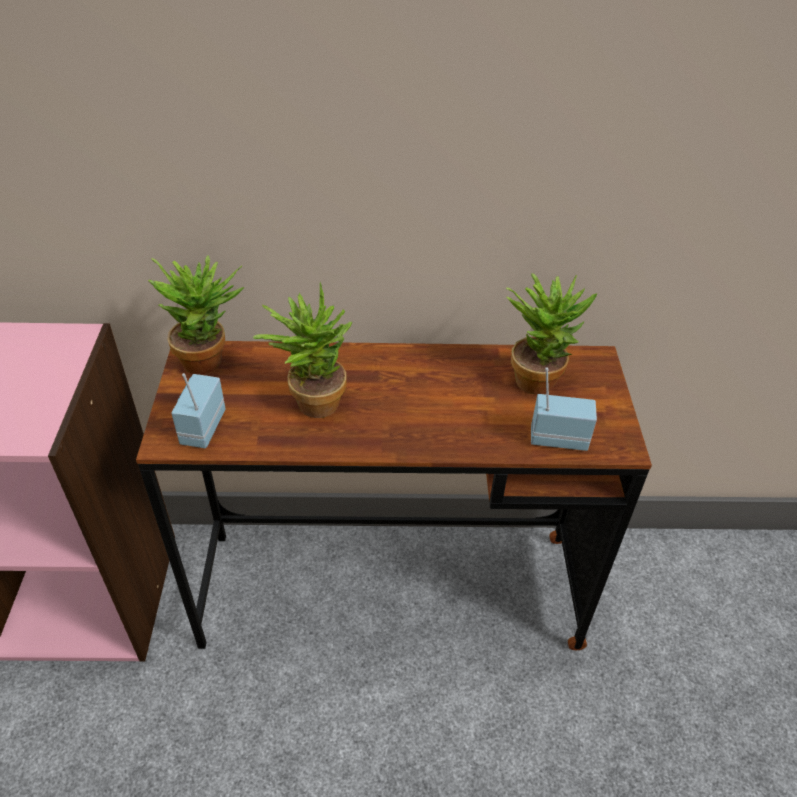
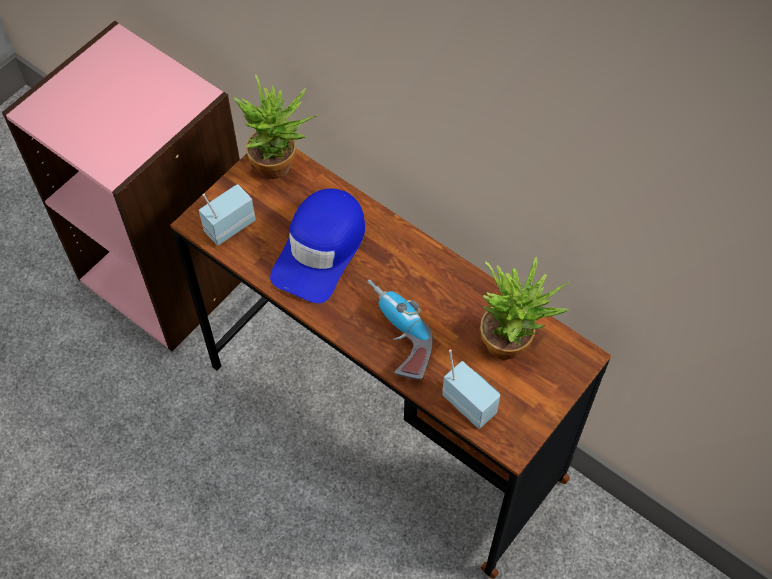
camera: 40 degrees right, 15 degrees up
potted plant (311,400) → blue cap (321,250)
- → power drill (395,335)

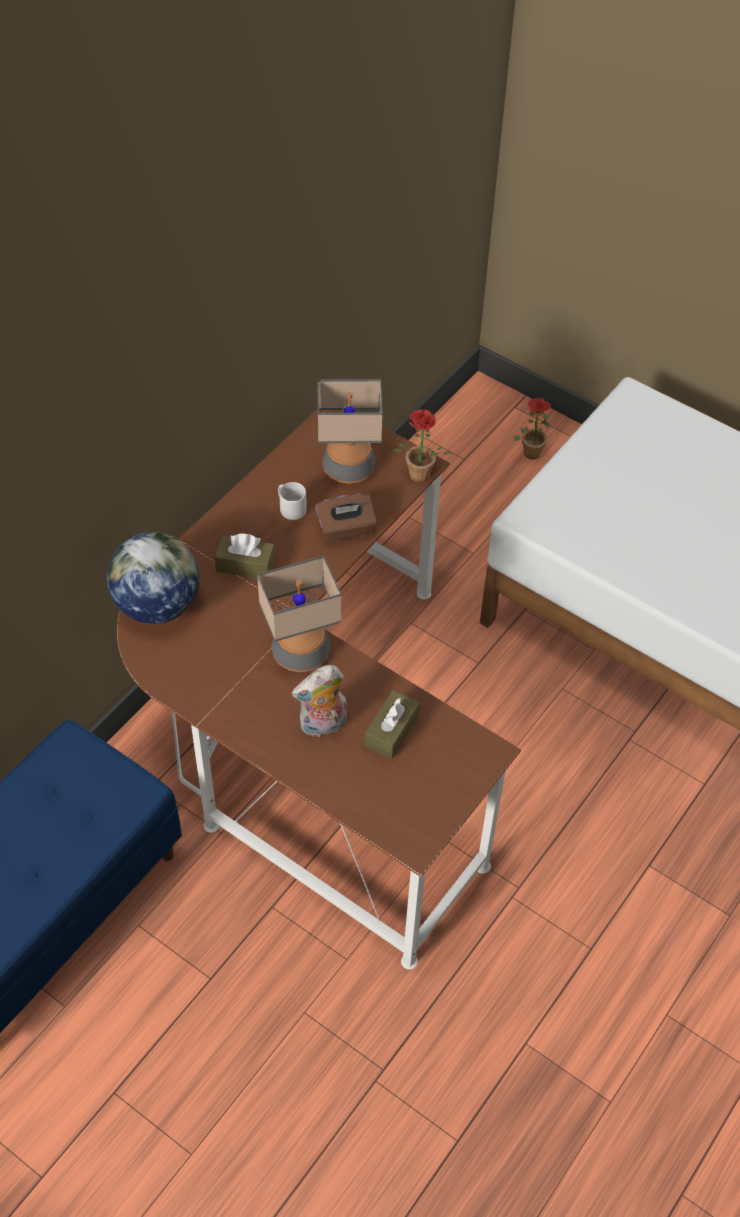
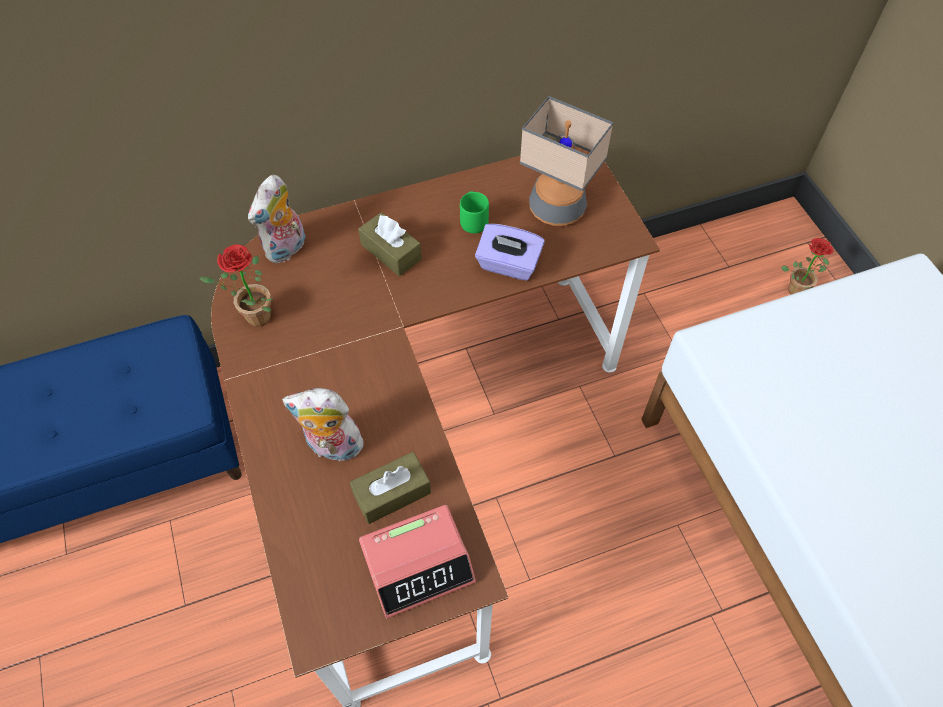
camera: 35 degrees right, 5 degrees up
potted plant (416,478) → potted plant (253,319), moved
globe (157,605) → plush toy (287,249)
- → alarm clock (418,564)
grey mug (290,508) → green mug (473,220)
brown tissue box (346,530) → purple tissue box (508,265)
table lamp (301,651) → -

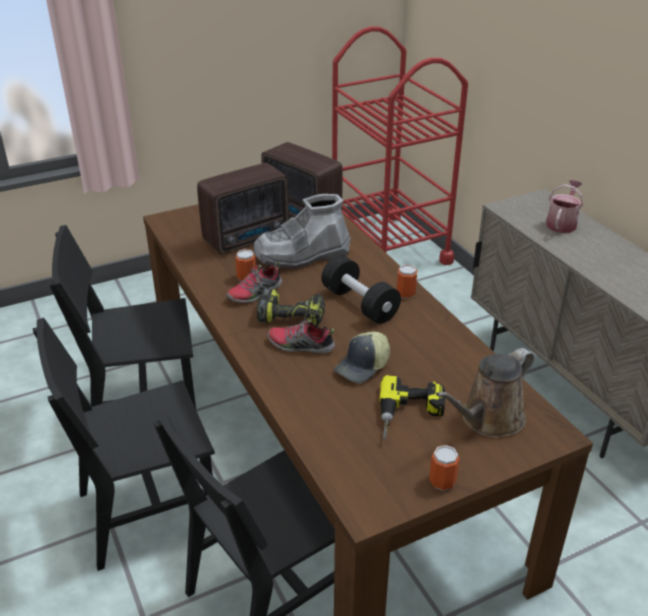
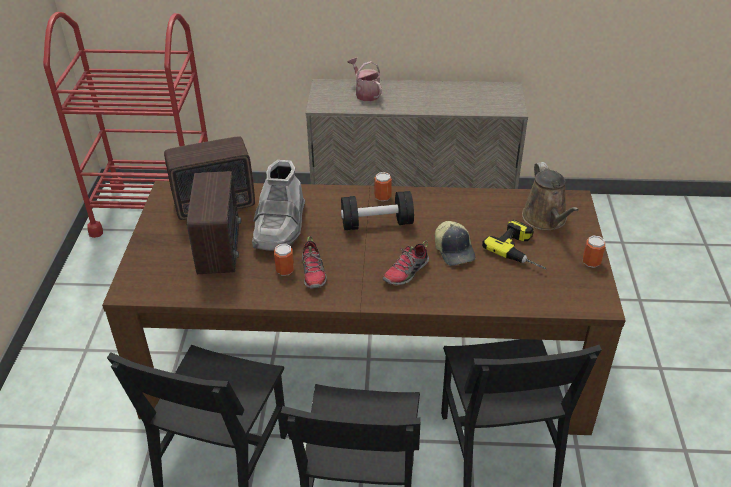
camera: 60 degrees left, 5 degrees up
power drill (293,316) → -

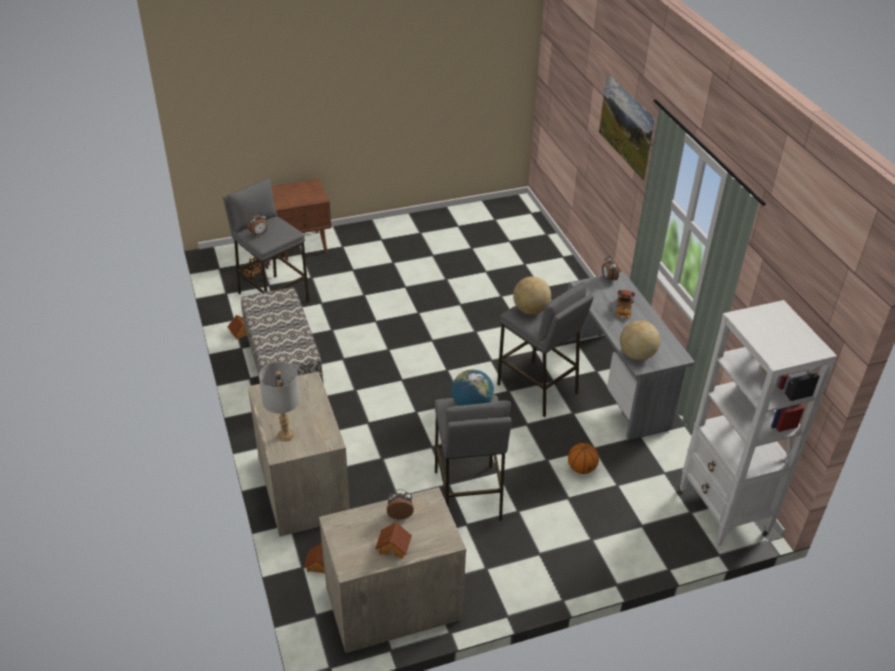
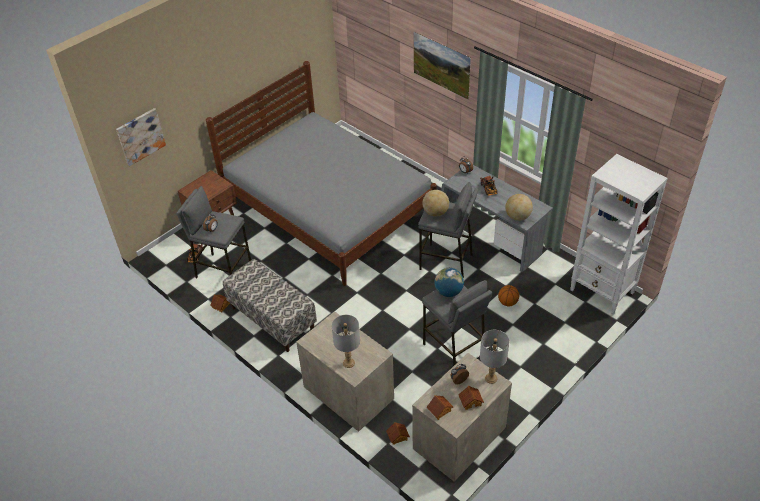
camera: 25 degrees left, 5 degrees up
- → picture (140,136)
- → grey bed (328,209)
- → toy house (439,410)
- → grey table lamp (491,378)

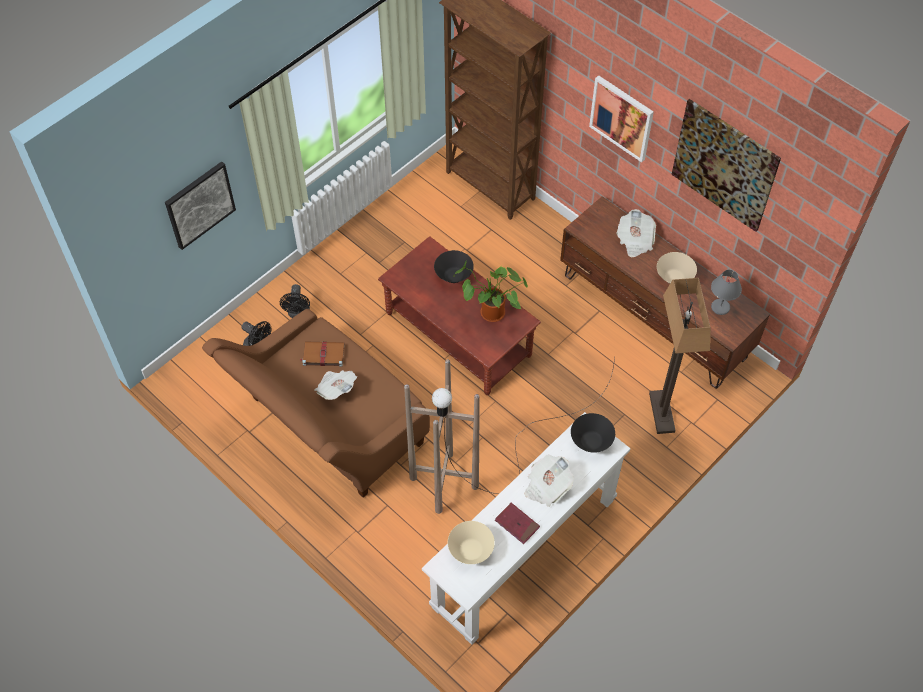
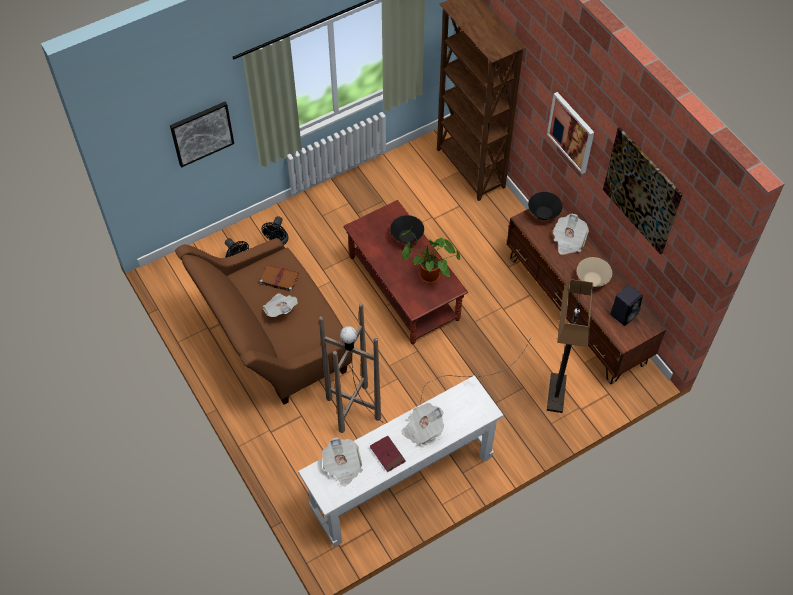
camera: 15 degrees right, 0 degrees up
beige bowl (471,550) → newspaper (342,466)
black bowl (591,441) → black bowl (543,213), moved
grey table lamp (720,307) → black speaker (624,313)

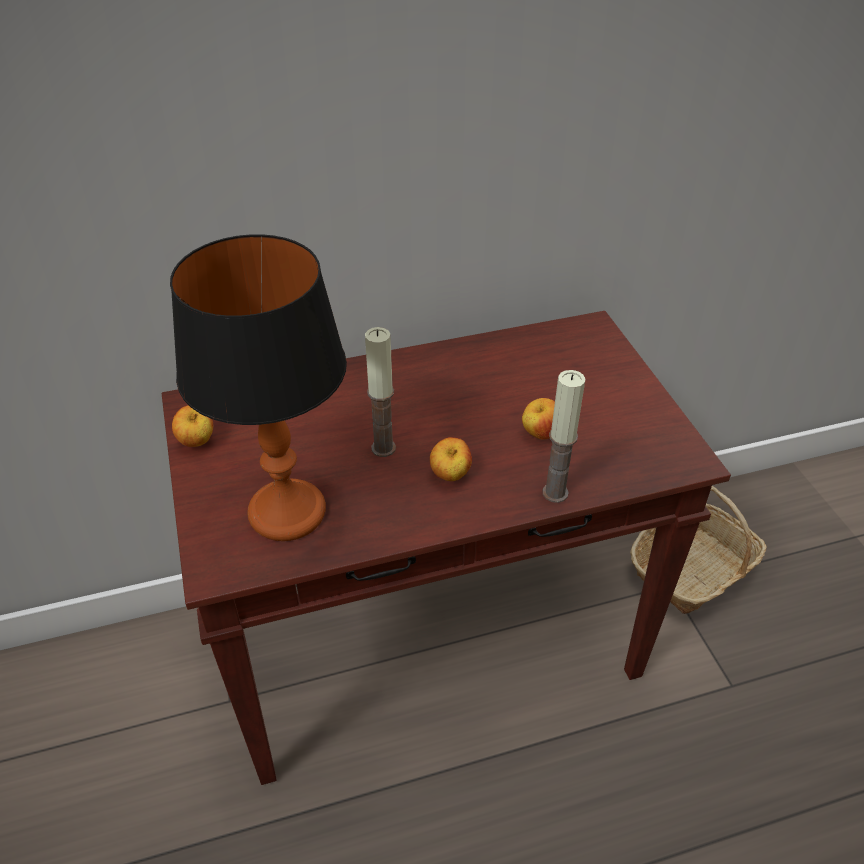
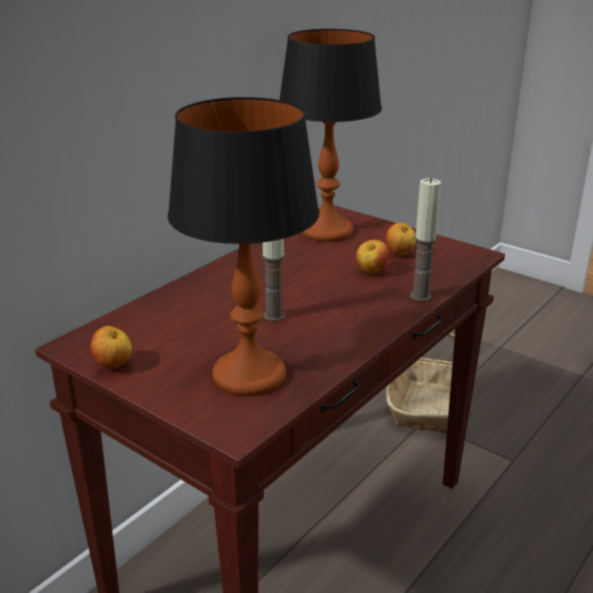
camera: 35 degrees left, 15 degrees down
- → table lamp (328,231)
apple (450,476) → apple (400,254), moved

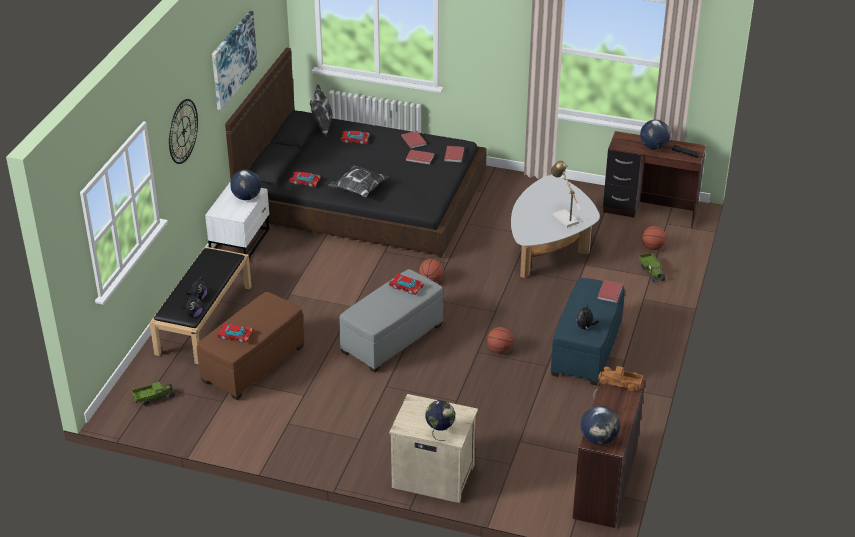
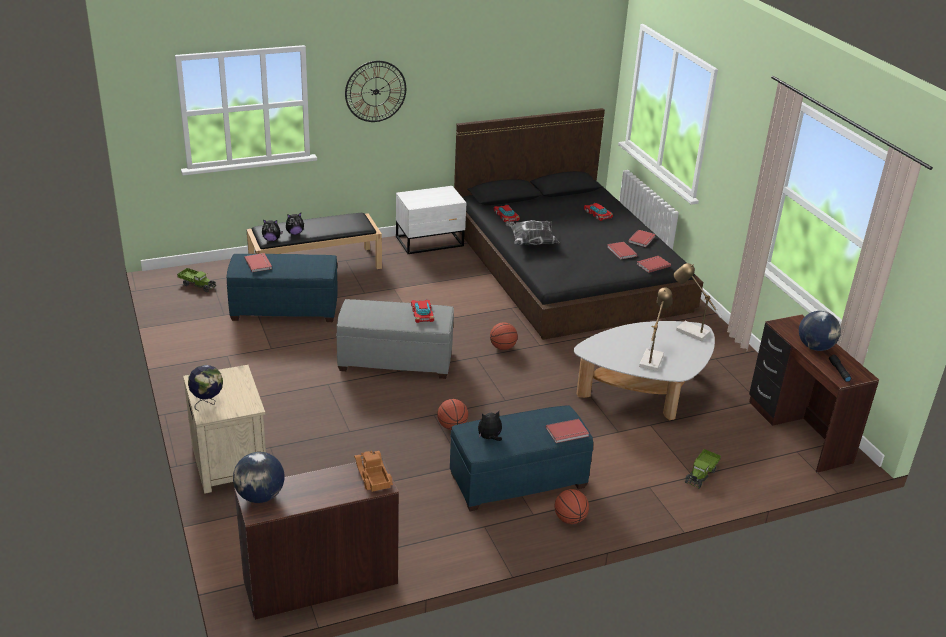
camera: 50 degrees right, 5 degrees down
brown ottoman (253,364) → blue ottoman (285,309)
toy car (235,336) → red book (259,263)
basketball (652,247) → basketball (570,519), moved
- → table lamp (688,330)
picture (233,59) → -
globe (246,197) → -
pillow (322,127) → -

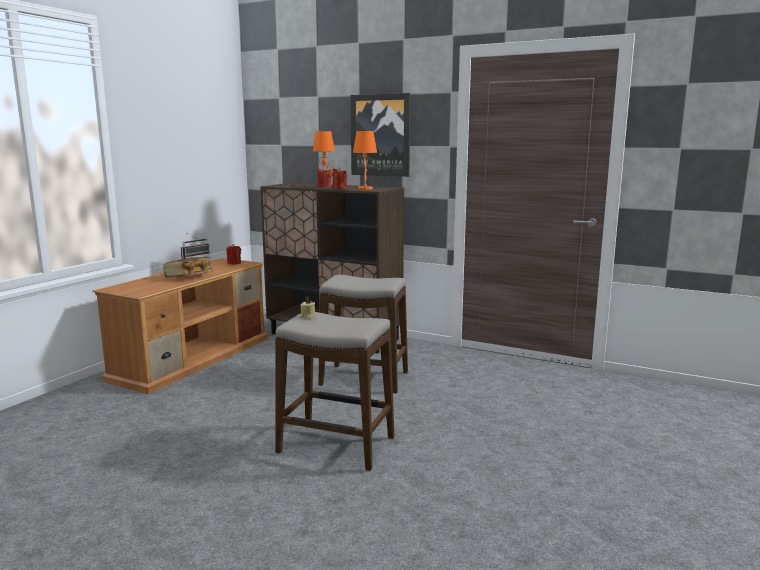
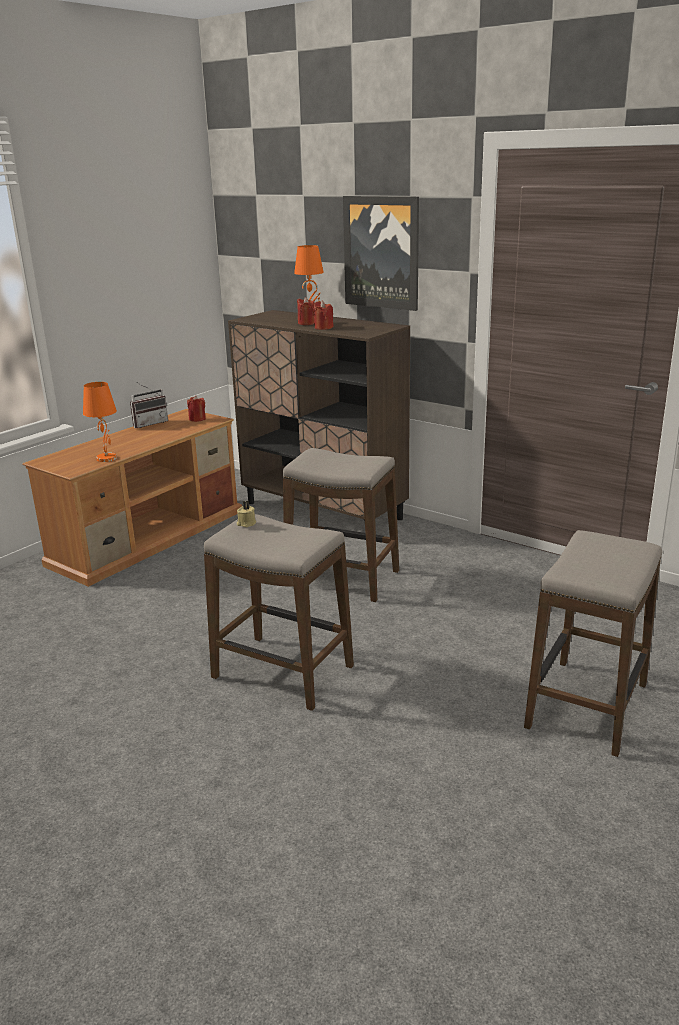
camera: 10 degrees right, 10 degrees up
orange table lamp (364,189) → orange table lamp (106,458), moved
- → stool (587,706)
book (188,277) → -

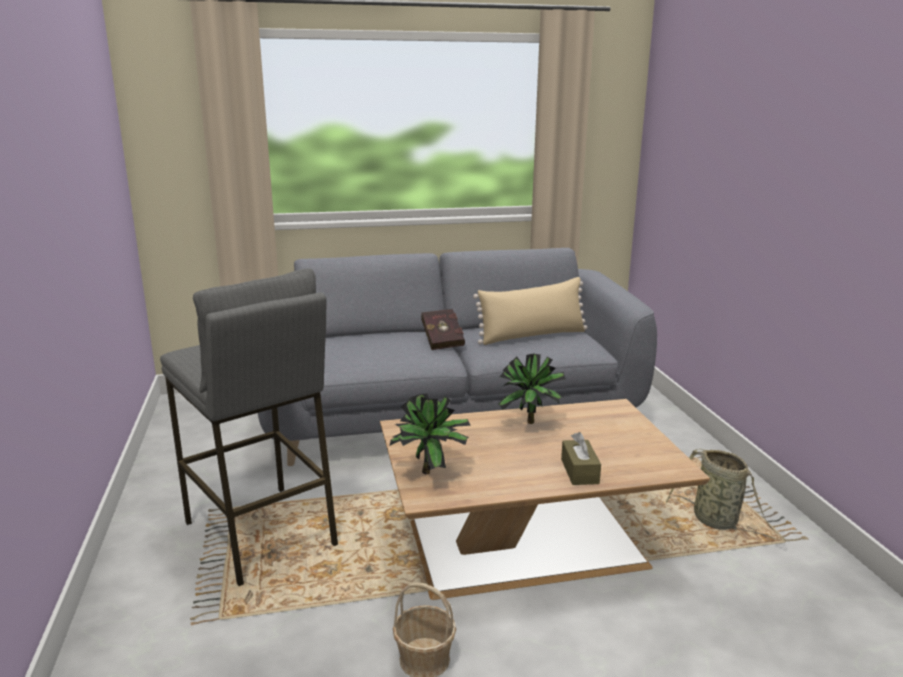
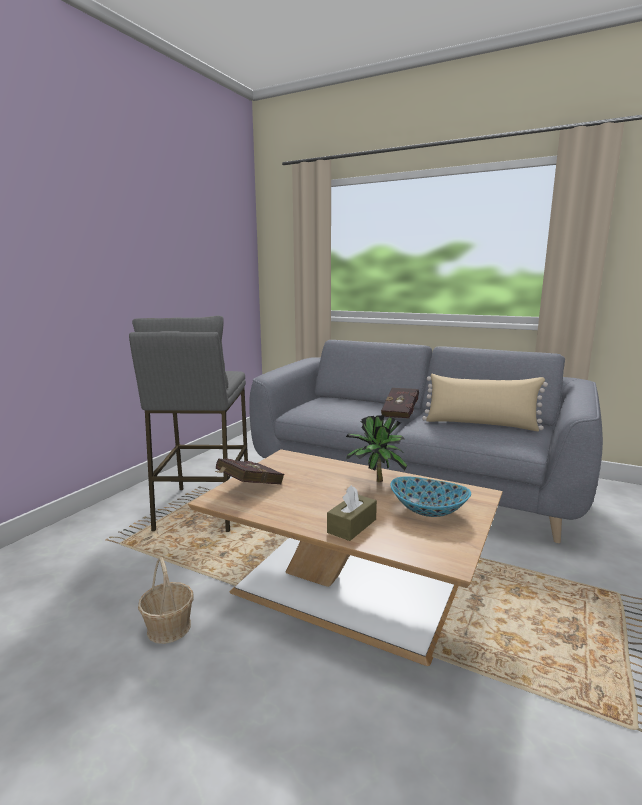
camera: 40 degrees right, 5 degrees down
potted plant (432,473) → red book (248,487)
- → bowl (428,510)
basket (718,522) → -

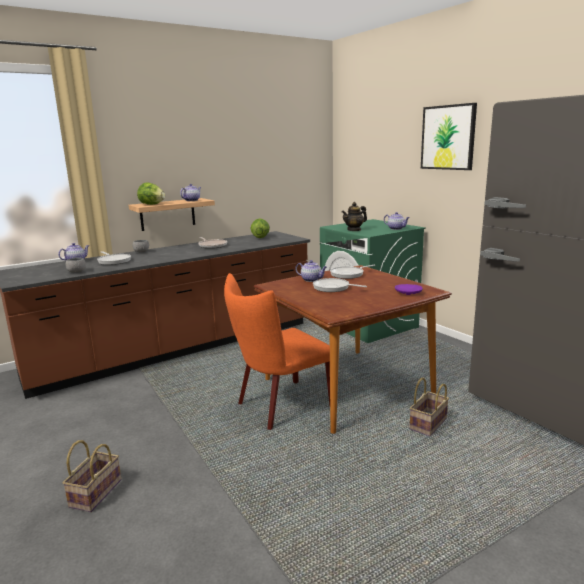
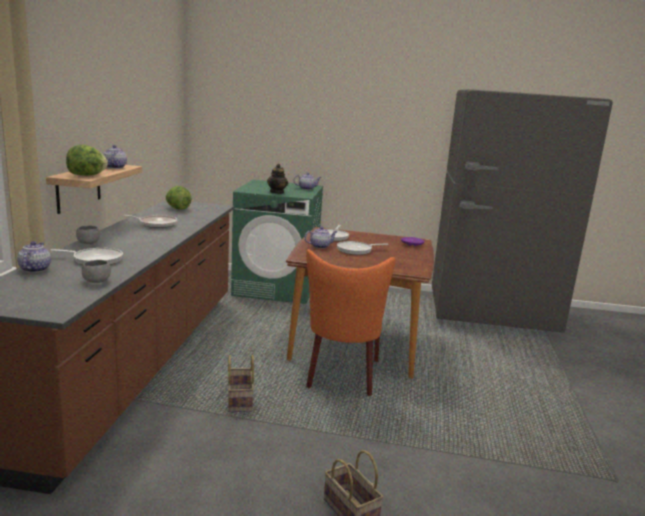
camera: 50 degrees left, 0 degrees up
basket (428,425) → basket (240,401), moved
picture (448,137) → -

